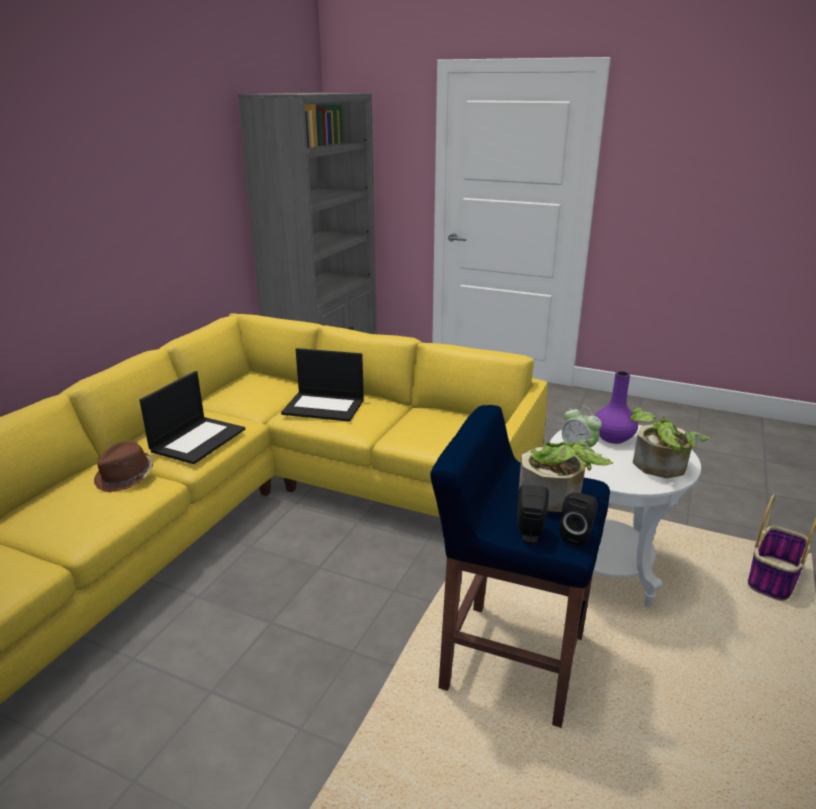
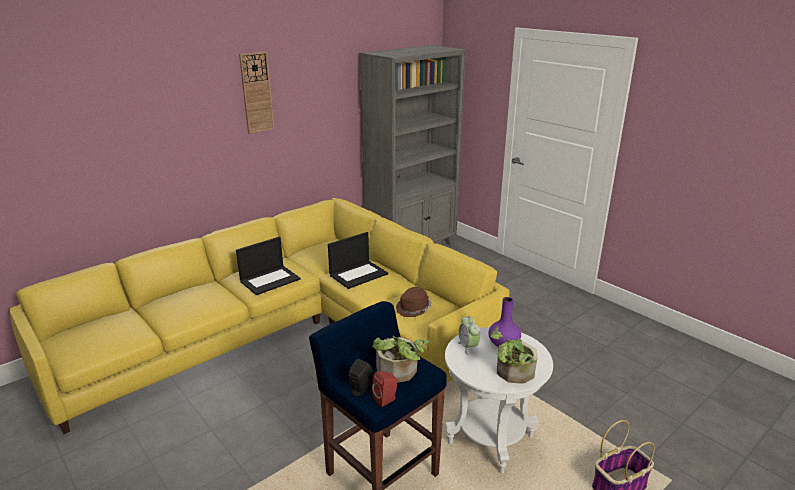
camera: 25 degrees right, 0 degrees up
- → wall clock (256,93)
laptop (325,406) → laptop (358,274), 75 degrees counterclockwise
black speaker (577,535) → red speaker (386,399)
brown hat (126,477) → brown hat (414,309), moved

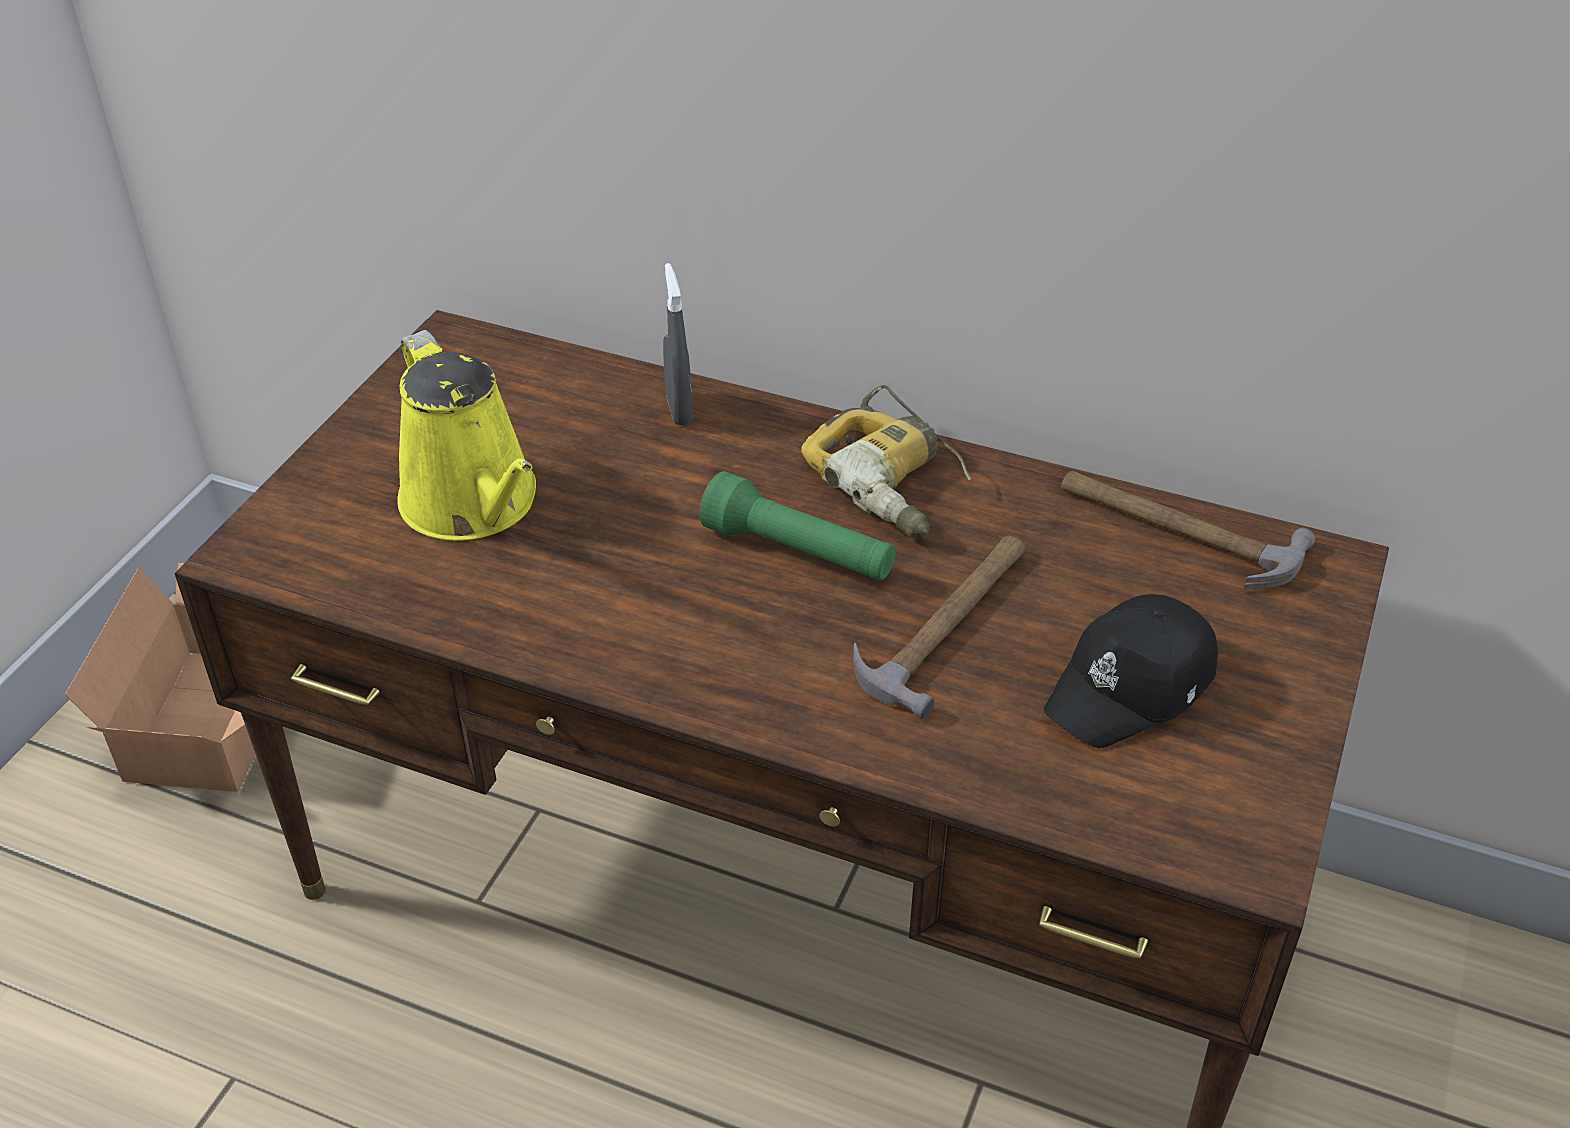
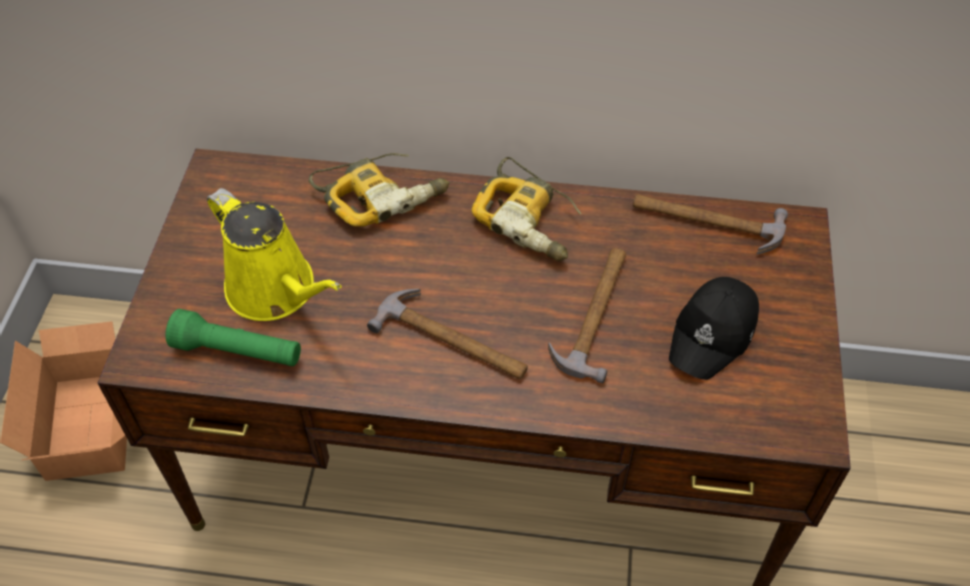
camera: 15 degrees left, 10 degrees up
green flashlight (798,552) → green flashlight (238,352), moved
grey spray bottle (679,409) → power drill (381,194)
- → hammer (452,341)

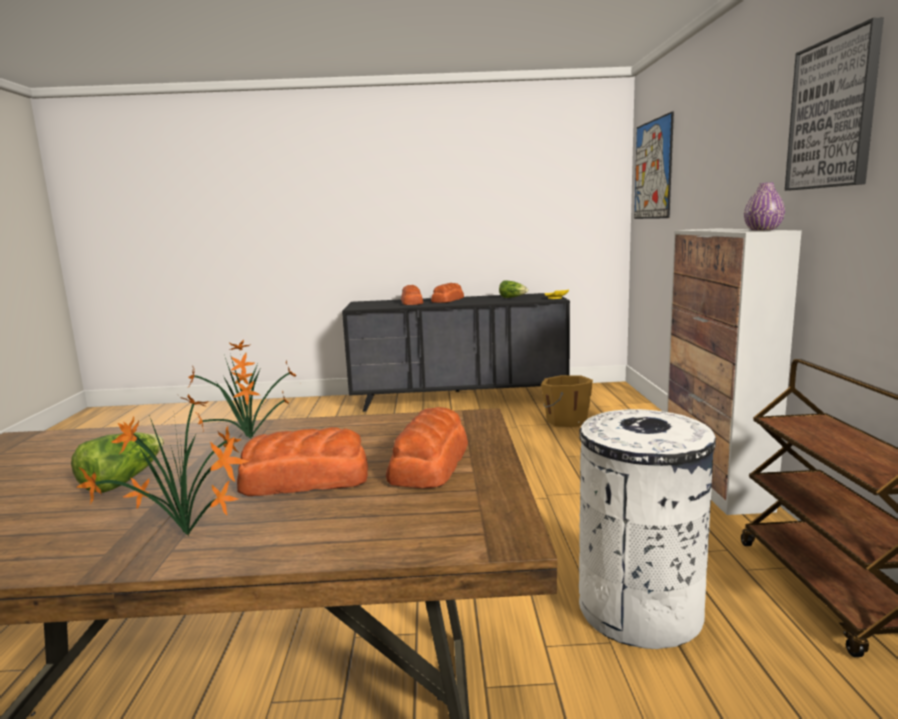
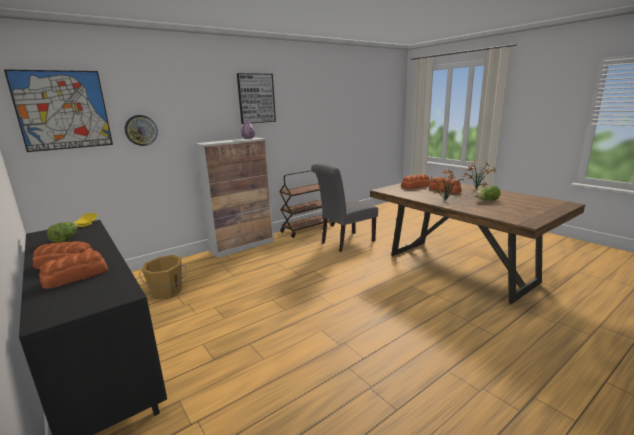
camera: 125 degrees left, 5 degrees up
- → wall clock (141,130)
white trash can (639,609) → grey chair (345,242)

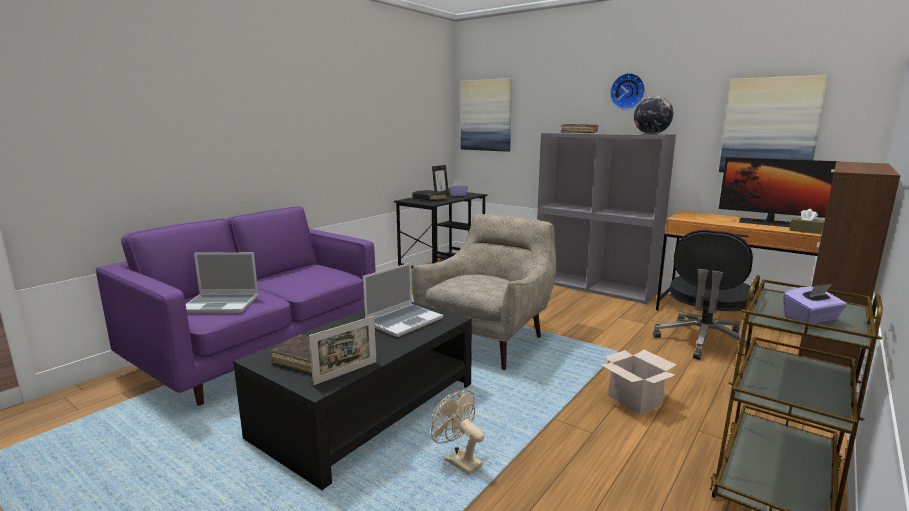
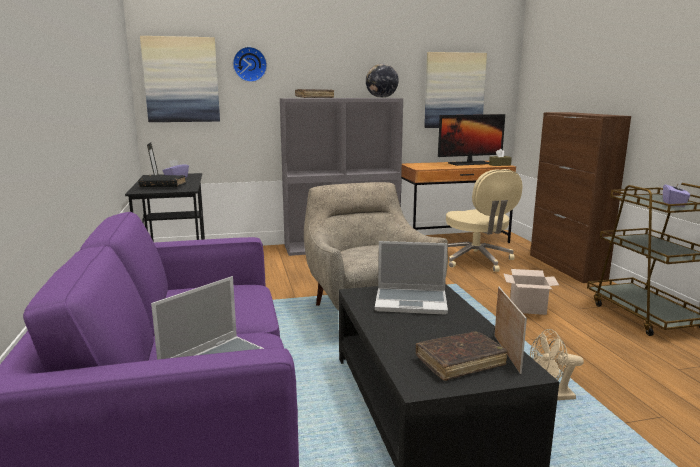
camera: 50 degrees left, 0 degrees up
wall clock (628,91) → wall clock (249,64), moved
laptop (404,321) → laptop (412,302), 105 degrees clockwise
black office chair (703,342) → beige office chair (477,260)

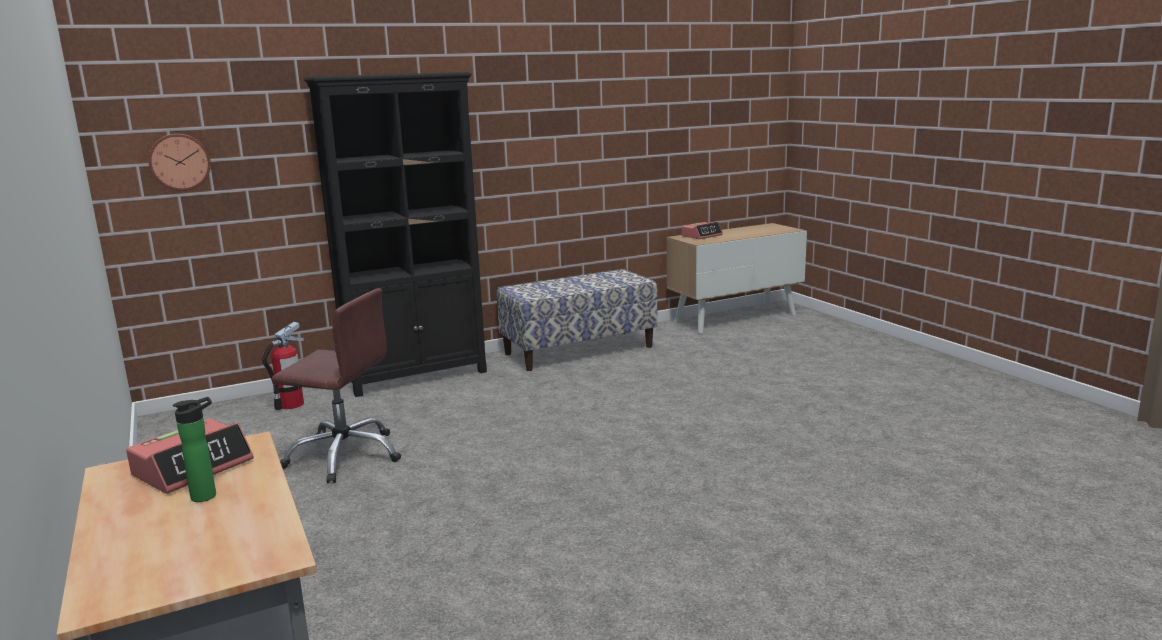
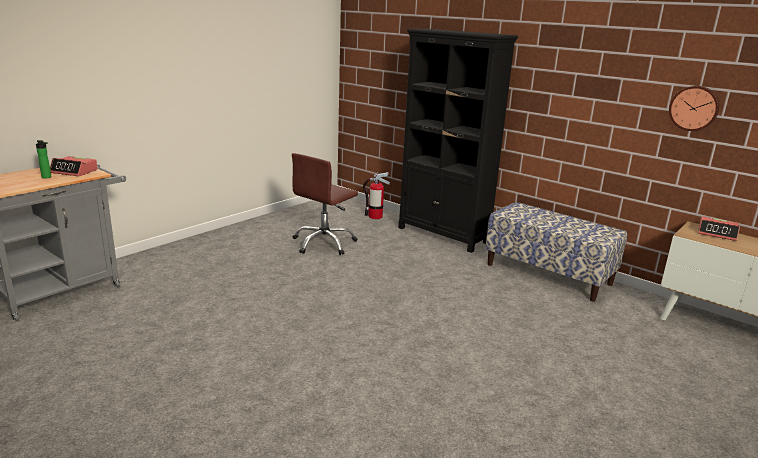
camera: 65 degrees right, 5 degrees up
brown office chair (345,455) → brown office chair (324,243), 45 degrees clockwise
wall clock (179,162) → wall clock (694,108), moved

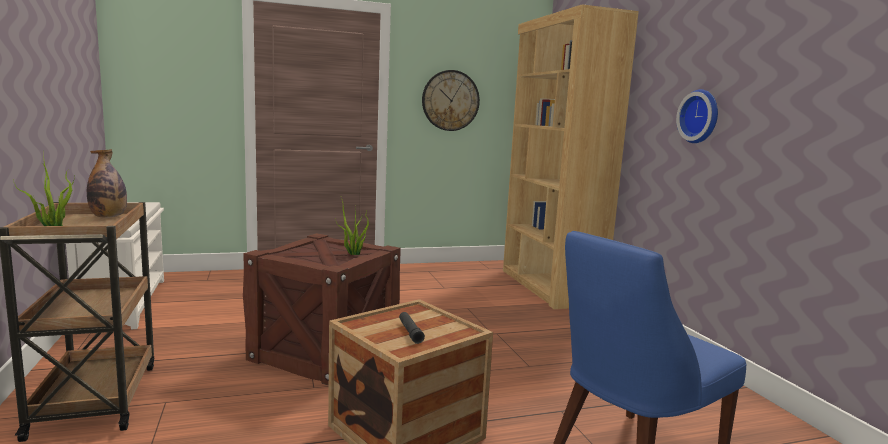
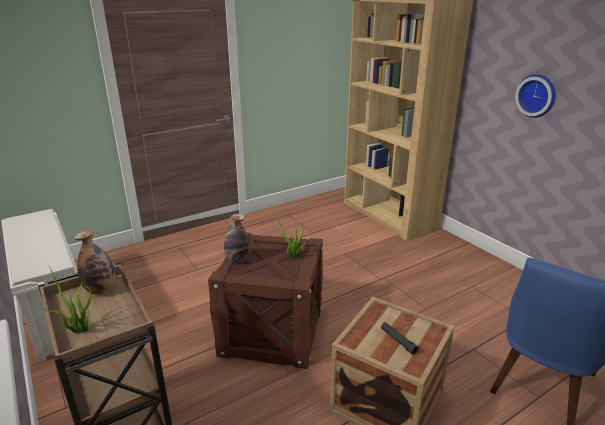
camera: 15 degrees left, 15 degrees up
- → bottle (237,259)
wall clock (450,100) → -

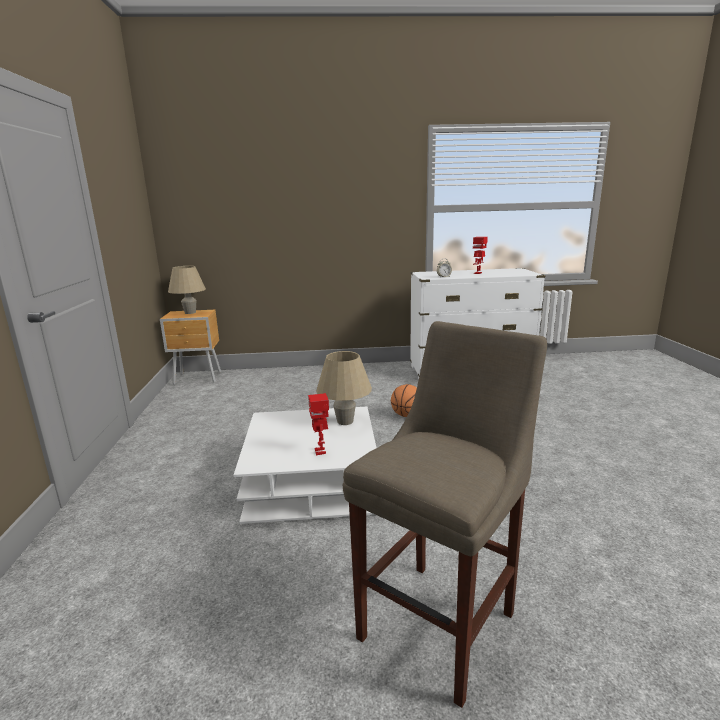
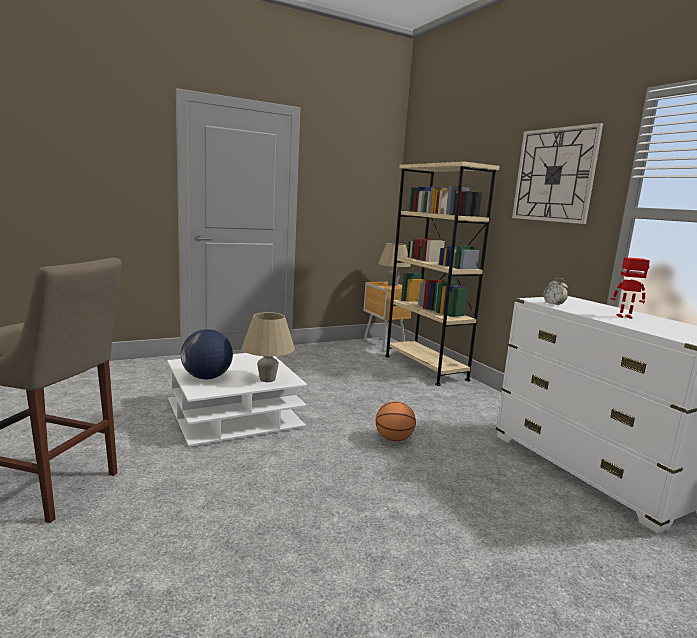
camera: 65 degrees right, 5 degrees down
toy robot (321,451) → globe (207,378)
- → beige bookcase (425,367)
- → wall clock (554,175)

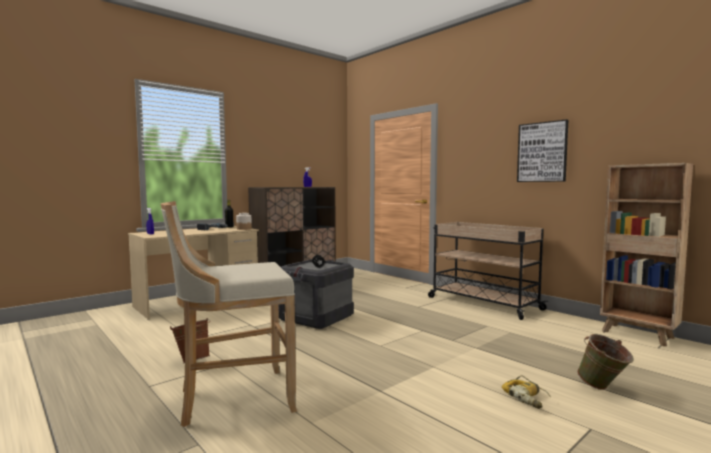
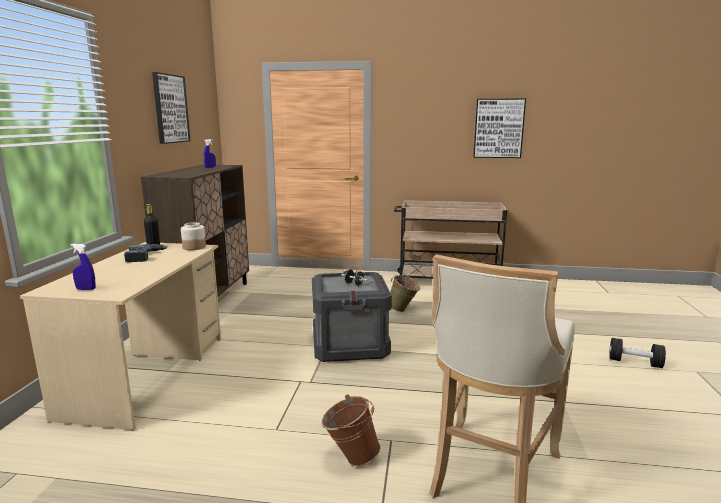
camera: 40 degrees left, 10 degrees up
- → picture (170,109)
green bucket (603,388) → green bucket (403,310), moved
power drill (527,397) → black dumbbell (634,362)
brown bookcase (638,335) → -

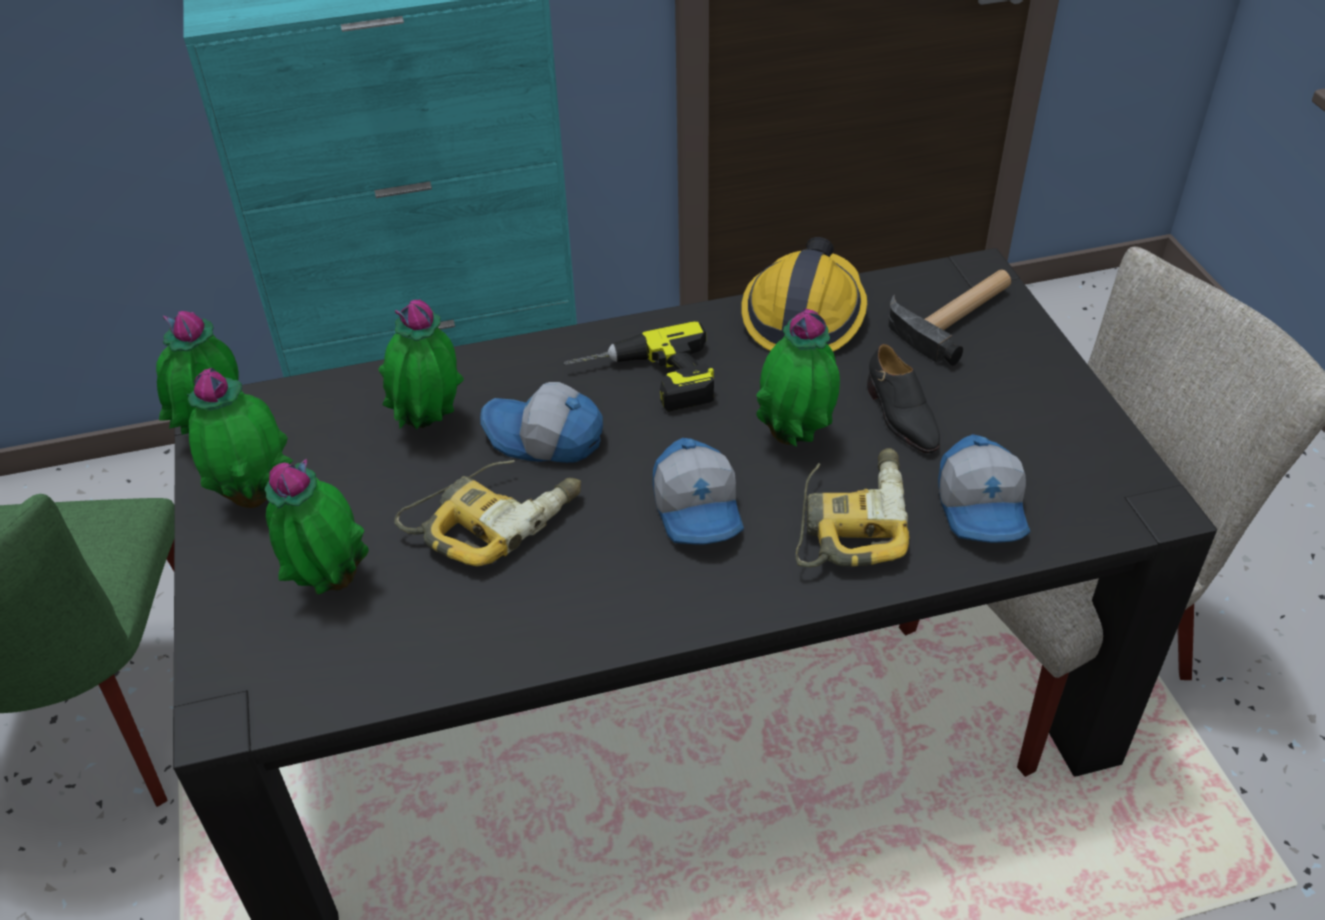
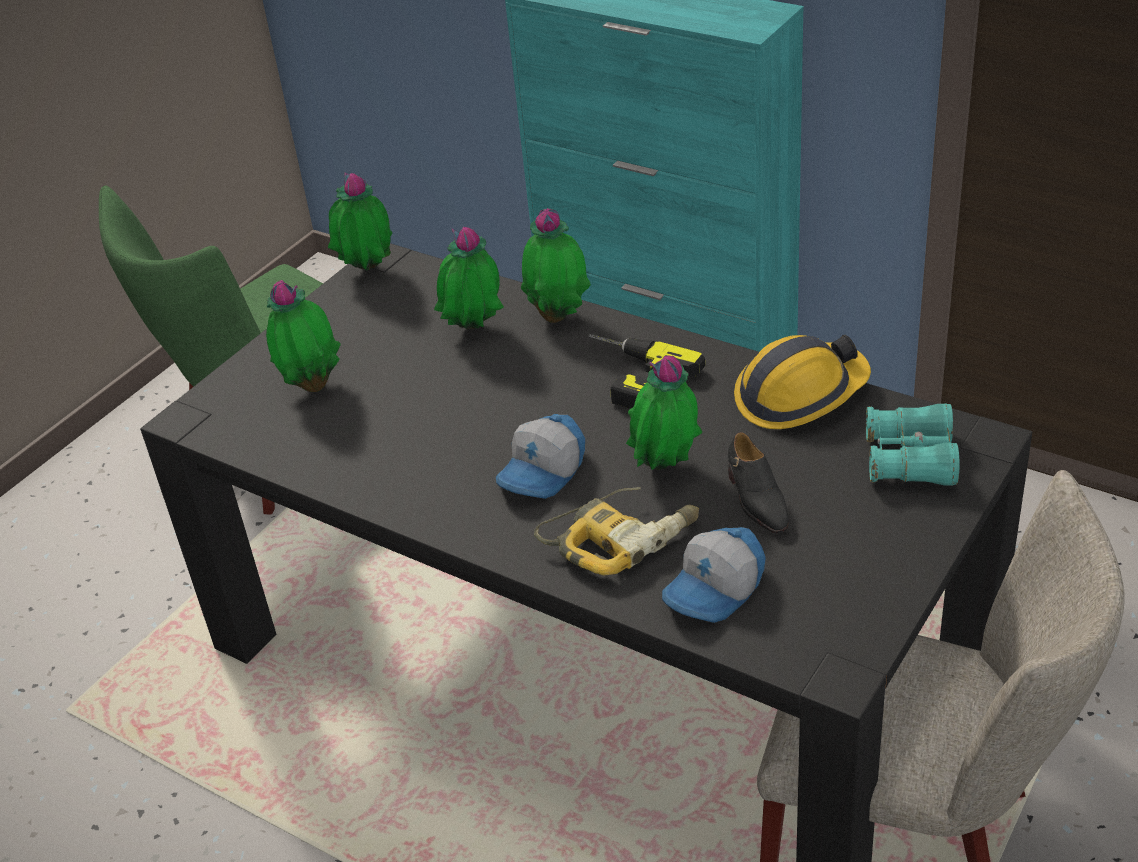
camera: 50 degrees right, 5 degrees down
potted plant (255,495) → potted plant (559,316), moved
black shoe (900,416) → black shoe (756,499), 45 degrees counterclockwise
hammer (956,316) → turquoise binoculars (910,460)
power drill (494,519) → -
cap (544,439) → -

